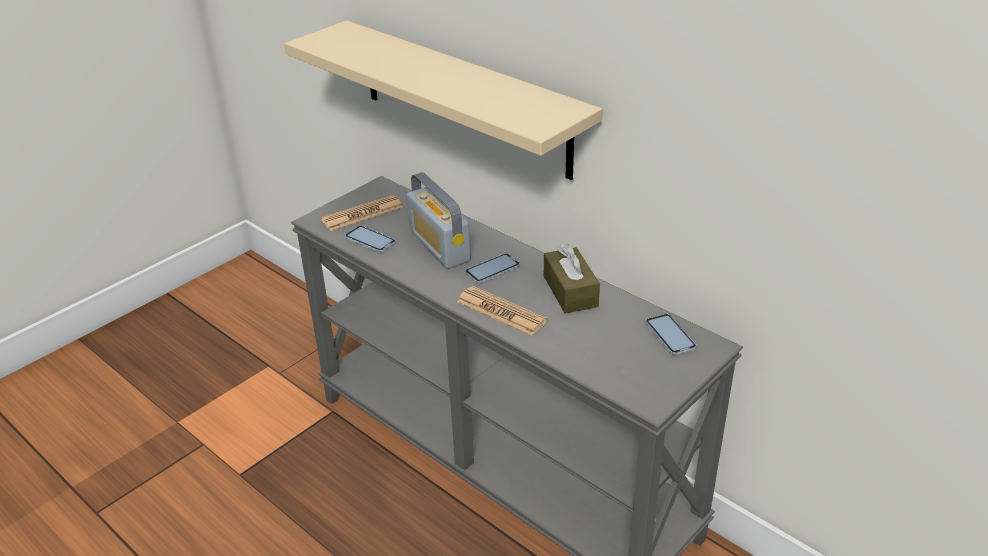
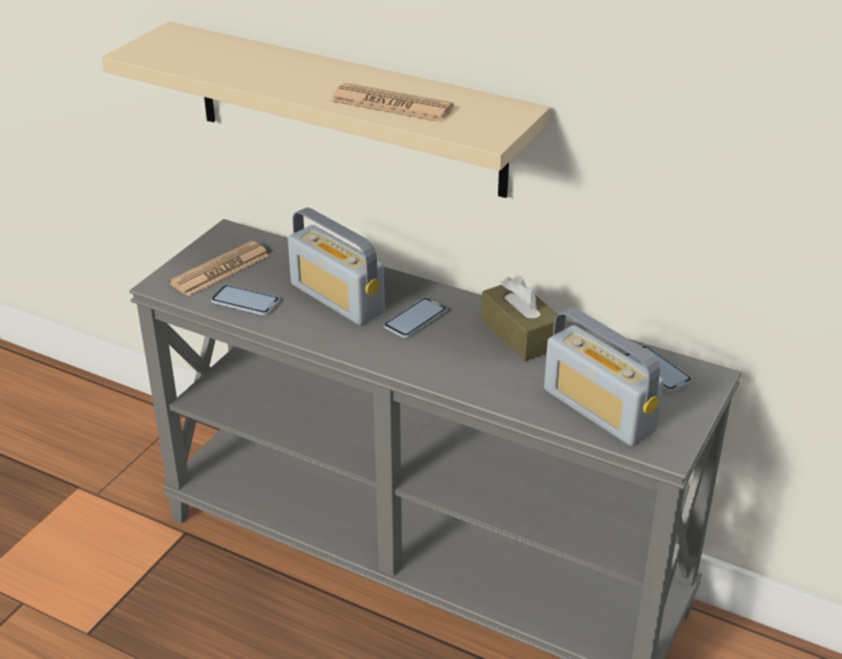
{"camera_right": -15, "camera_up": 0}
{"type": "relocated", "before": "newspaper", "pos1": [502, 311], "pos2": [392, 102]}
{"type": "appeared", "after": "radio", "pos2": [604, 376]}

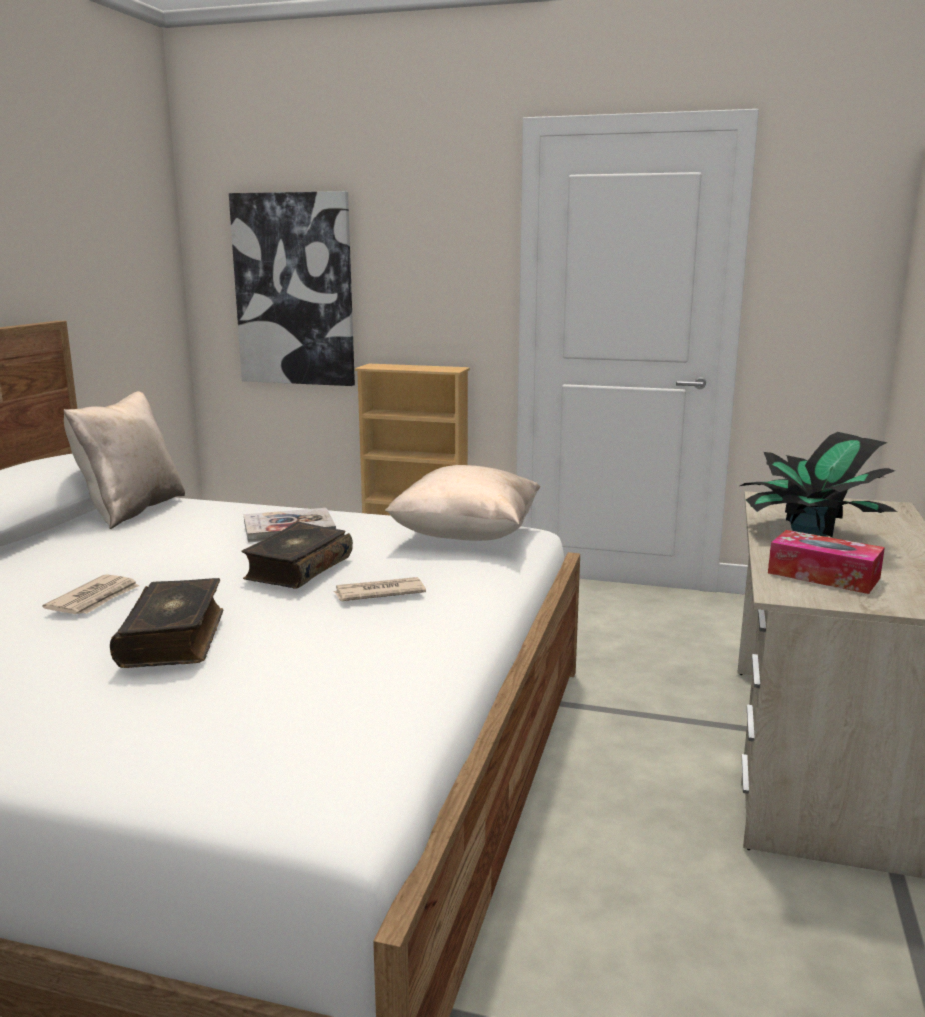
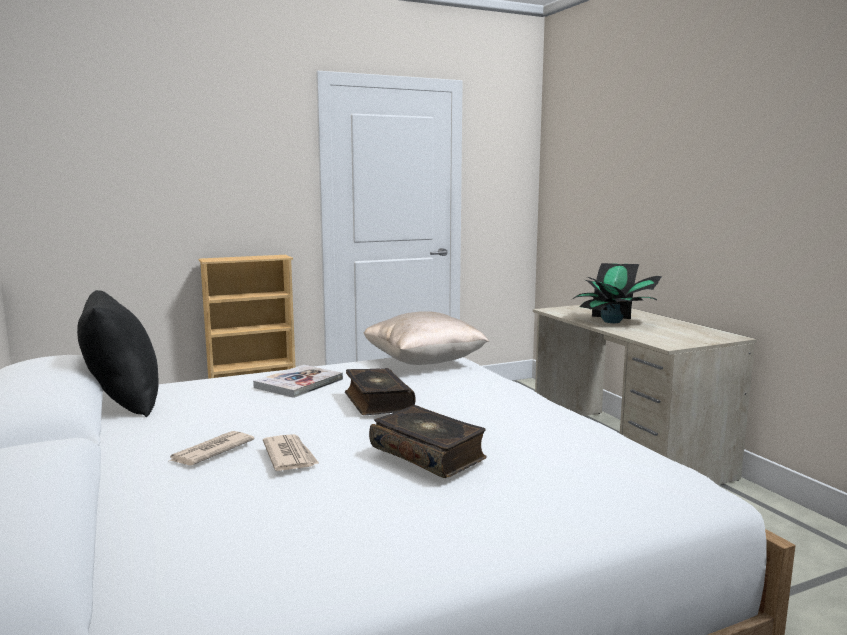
{"camera_right": -40, "camera_up": -5}
{"type": "missing", "before": "picture", "pos1": [292, 288]}
{"type": "colour", "before": "pillow/beige", "after": "pillow/black", "pos1": [124, 460], "pos2": [117, 353]}
{"type": "missing", "before": "tissue box", "pos1": [826, 562]}
{"type": "relocated", "before": "newspaper", "pos1": [379, 589], "pos2": [210, 448]}

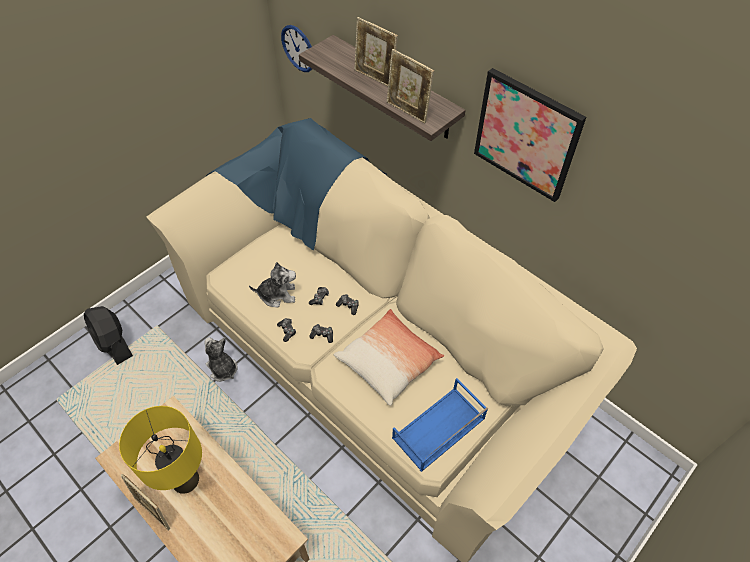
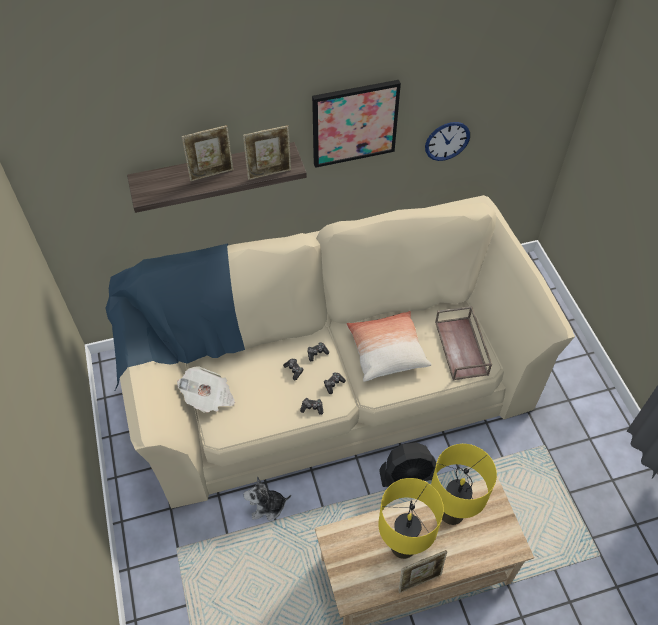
{"camera_right": -60, "camera_up": 0}
{"type": "relocated", "before": "wall clock", "pos1": [296, 48], "pos2": [447, 141]}
{"type": "missing", "before": "plush toy", "pos1": [272, 284]}
{"type": "relocated", "before": "fan/black", "pos1": [108, 335], "pos2": [407, 464]}
{"type": "colour", "before": "tray/blue", "after": "tray/brown", "pos1": [440, 425], "pos2": [463, 343]}
{"type": "appeared", "after": "newspaper", "pos2": [206, 389]}
{"type": "appeared", "after": "table lamp/yellow", "pos2": [464, 484]}

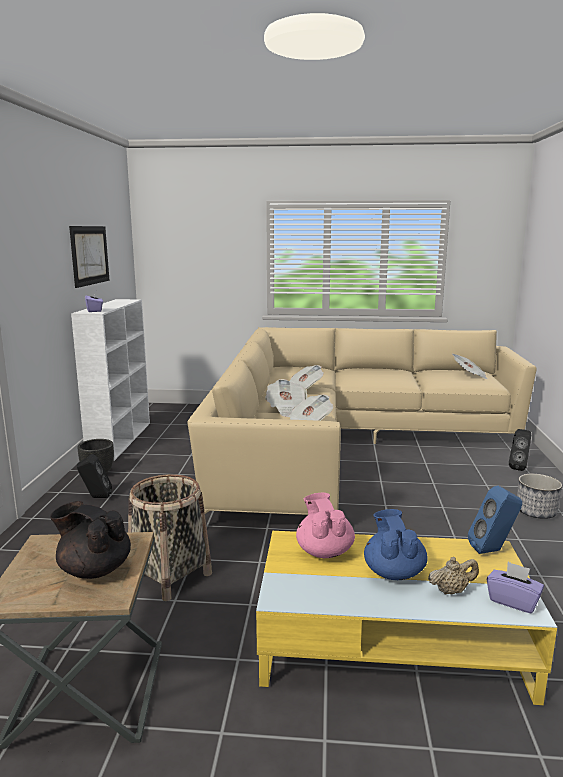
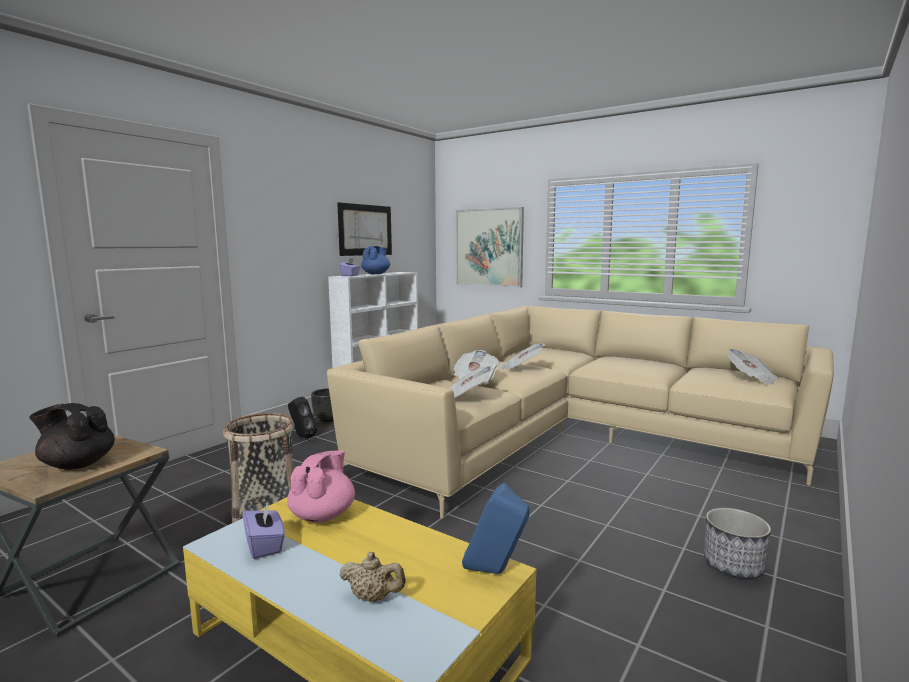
{"camera_right": 30, "camera_up": -5}
{"type": "missing", "before": "speaker/black", "pos1": [520, 450]}
{"type": "spun", "before": "teapot/black", "pos1": [90, 540], "pos2": [72, 436], "turn": -45}
{"type": "relocated", "before": "teapot/blue", "pos1": [396, 544], "pos2": [375, 260]}
{"type": "relocated", "before": "tissue box/purple", "pos1": [515, 587], "pos2": [264, 531]}
{"type": "appeared", "after": "picture", "pos2": [490, 247]}

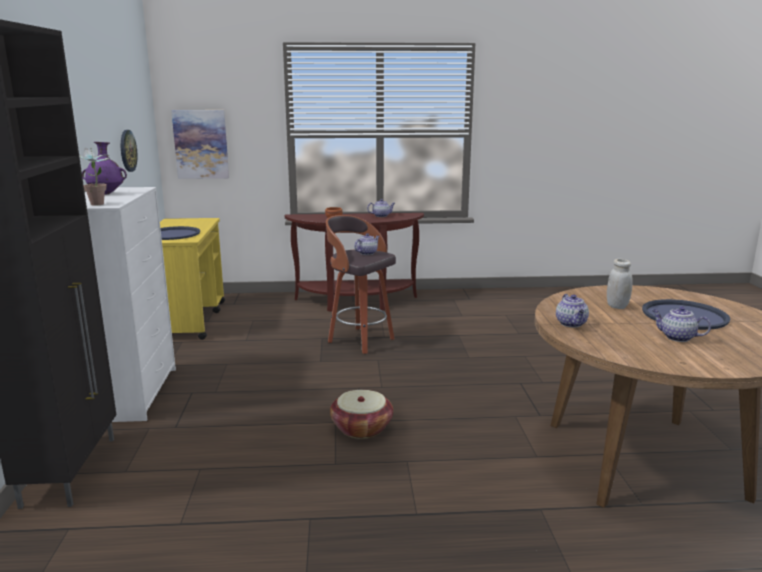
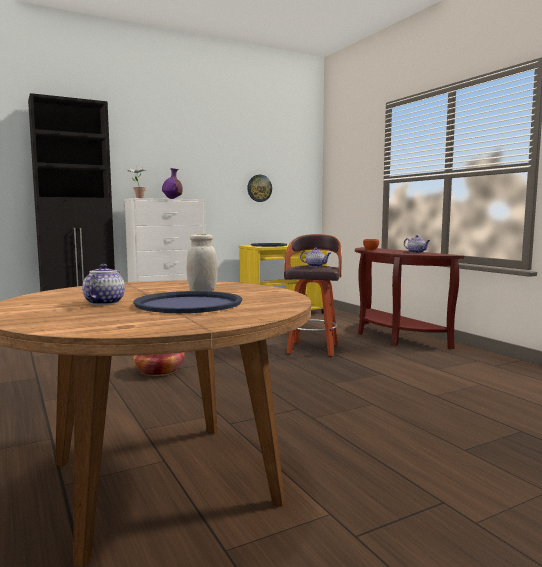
{"camera_right": 65, "camera_up": -10}
{"type": "missing", "before": "picture", "pos1": [200, 144]}
{"type": "missing", "before": "teapot", "pos1": [572, 310]}

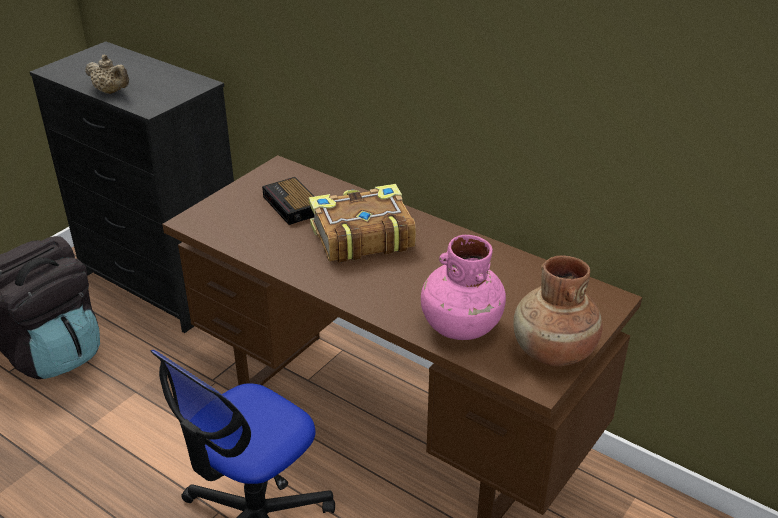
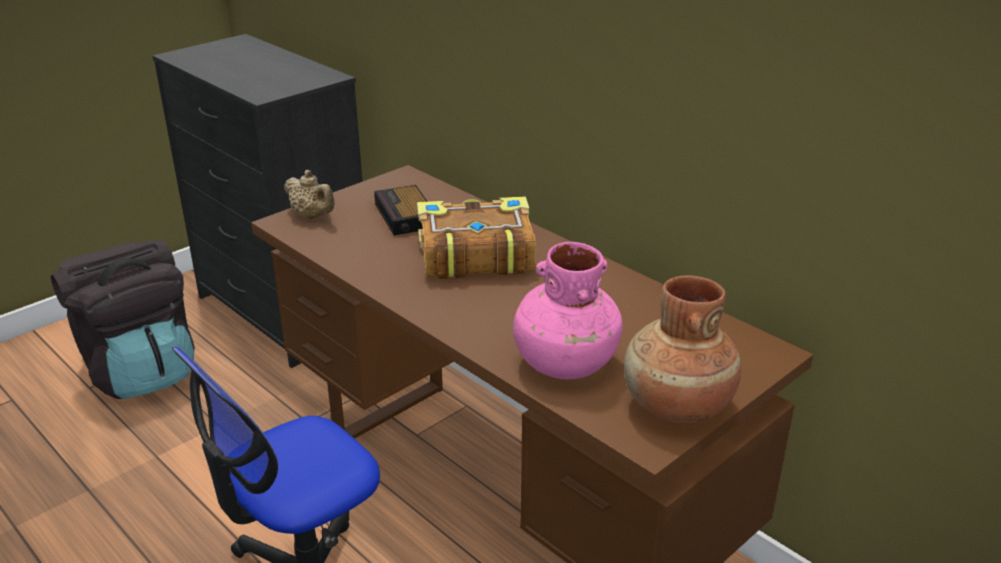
{"camera_right": 10, "camera_up": -5}
{"type": "relocated", "before": "teapot/beige", "pos1": [107, 74], "pos2": [309, 194]}

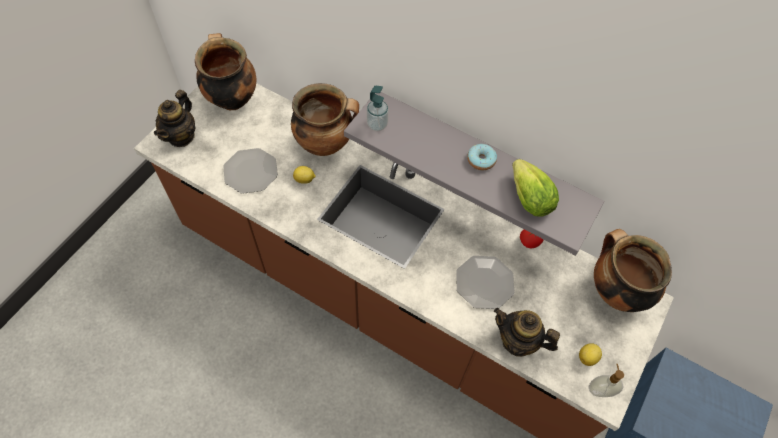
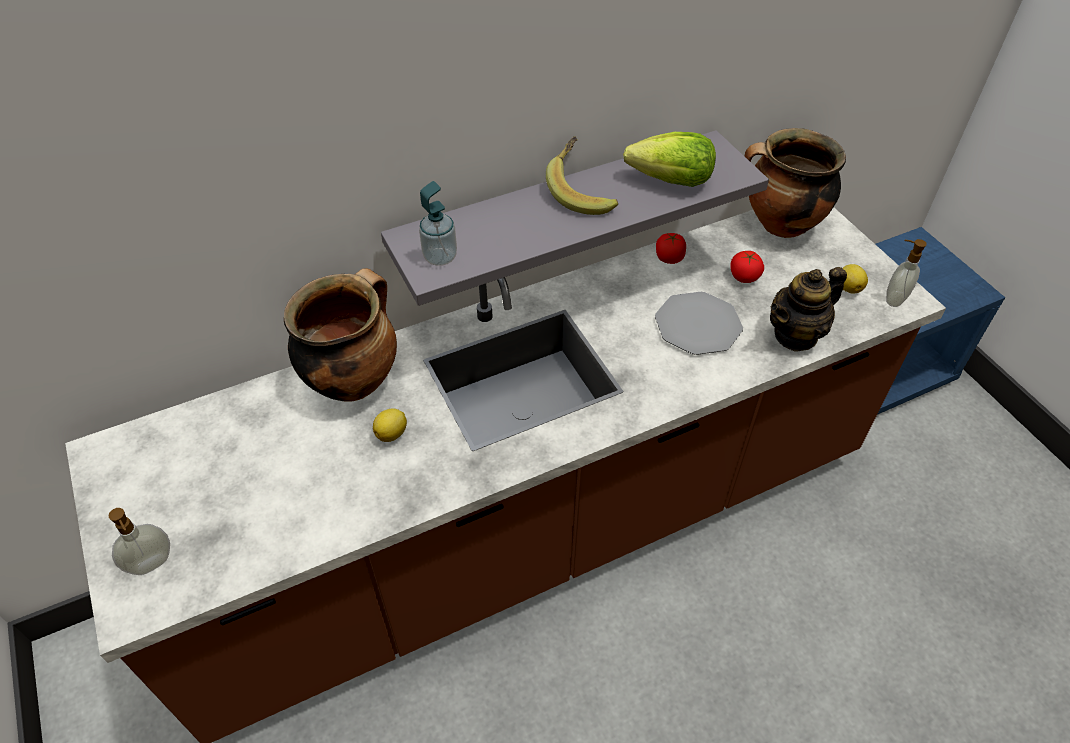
{"camera_right": -55, "camera_up": -10}
{"type": "missing", "before": "cooking pot", "pos1": [226, 71]}
{"type": "exchanged", "before": "teapot", "after": "soap dispenser", "pos1": [175, 118], "pos2": [139, 541]}
{"type": "exchanged", "before": "donut", "after": "banana", "pos1": [482, 157], "pos2": [582, 175]}
{"type": "missing", "before": "plate", "pos1": [250, 171]}
{"type": "appeared", "after": "tomato", "pos2": [747, 267]}

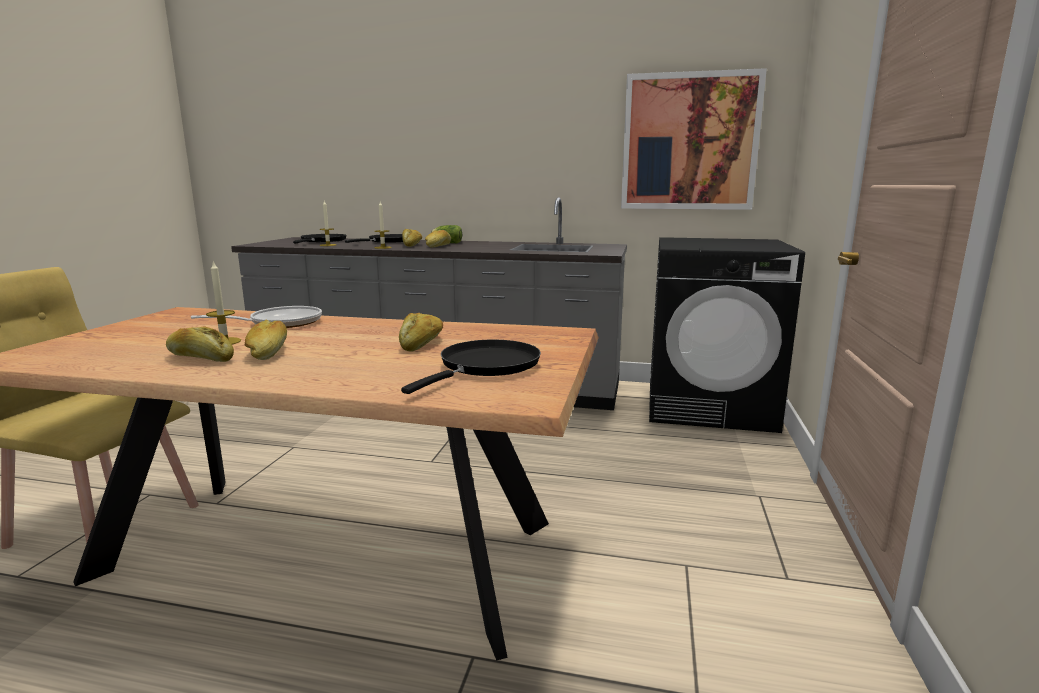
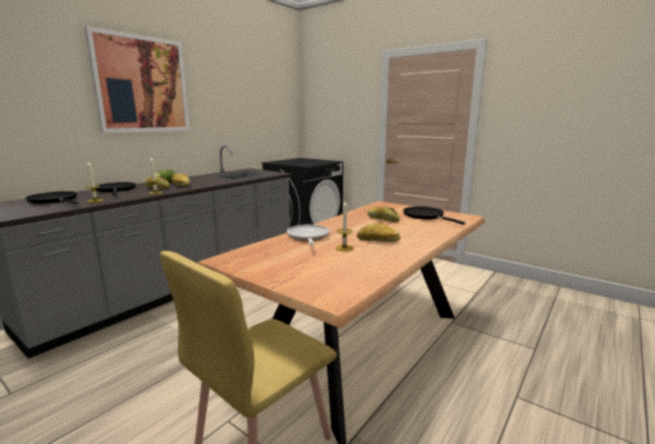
{"camera_right": -65, "camera_up": 0}
{"type": "relocated", "before": "picture", "pos1": [694, 139], "pos2": [137, 79]}
{"type": "missing", "before": "bread", "pos1": [200, 344]}

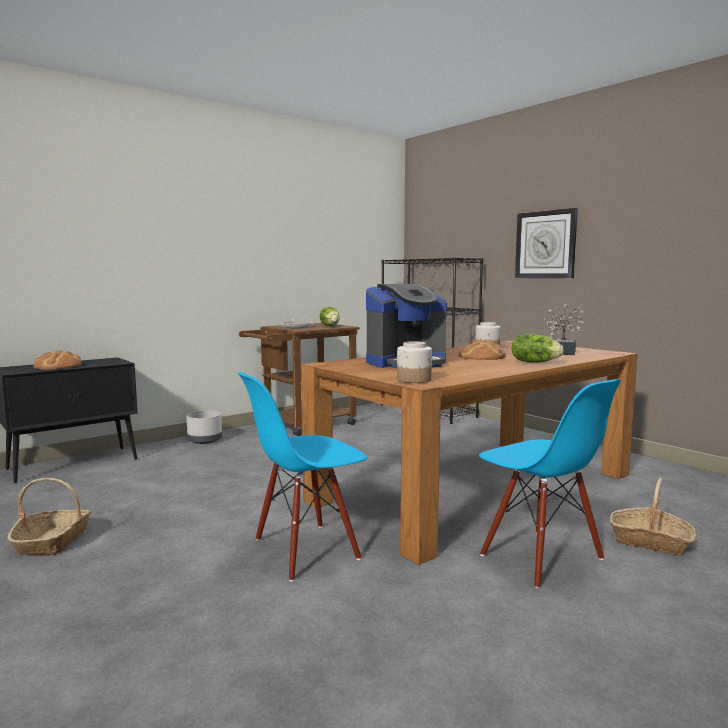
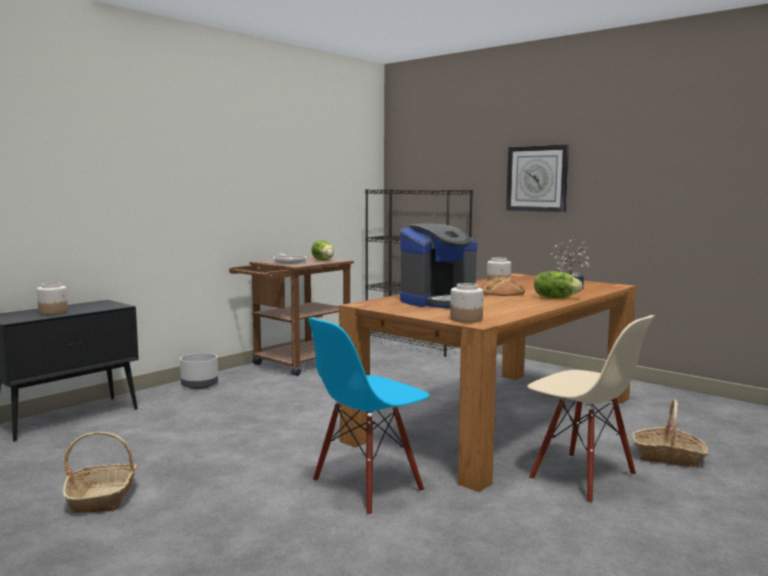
{"camera_right": -10, "camera_up": 0}
{"type": "exchanged", "before": "bread", "after": "jar", "pos1": [57, 360], "pos2": [52, 298]}
{"type": "colour", "before": "chair/blue", "after": "chair/beige", "pos1": [550, 484], "pos2": [591, 409]}

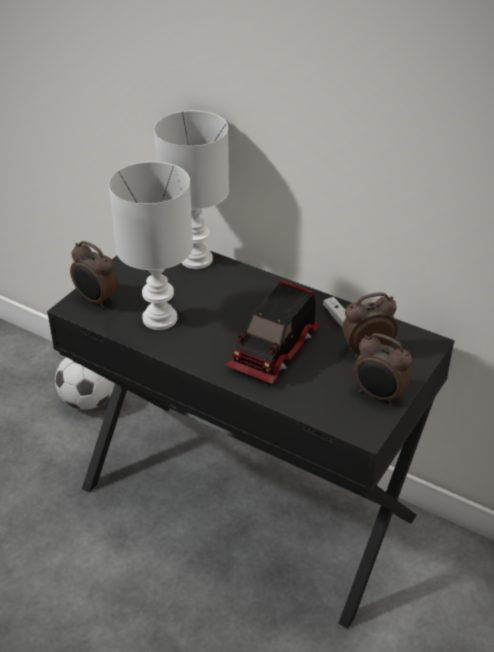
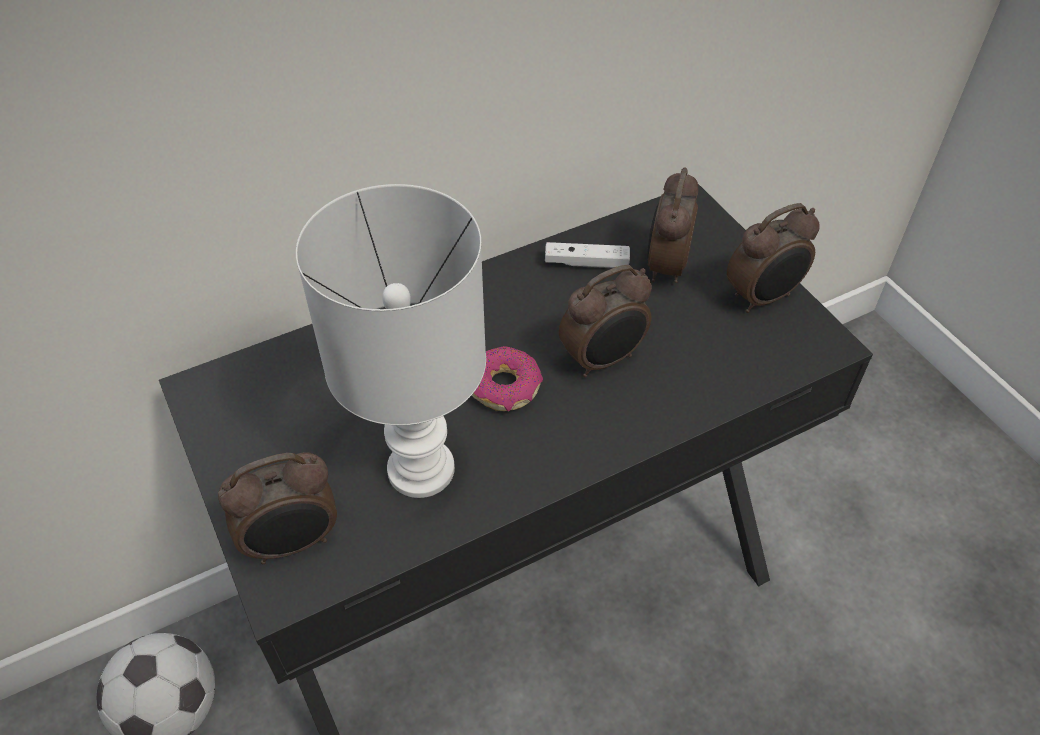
{"camera_right": -60, "camera_up": 10}
{"type": "missing", "before": "table lamp/white", "pos1": [191, 190]}
{"type": "exchanged", "before": "toy truck", "after": "alarm clock", "pos1": [273, 332], "pos2": [605, 321]}
{"type": "appeared", "after": "donut", "pos2": [507, 378]}

